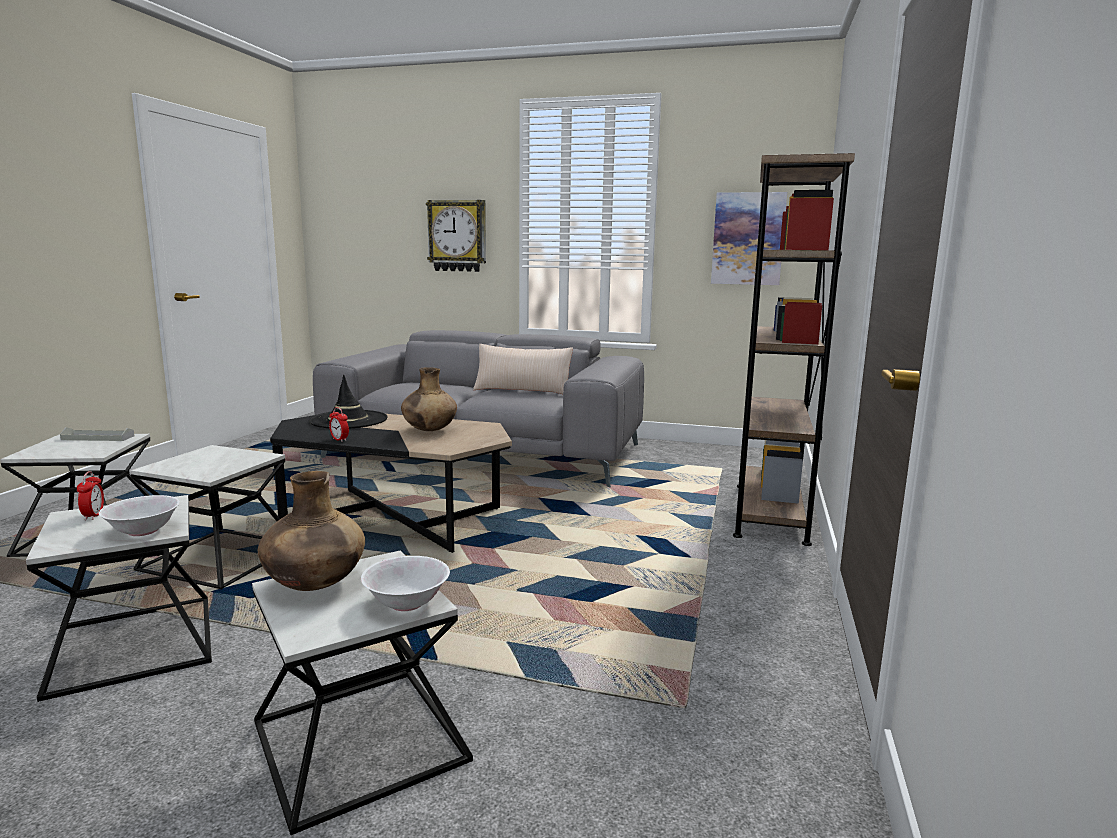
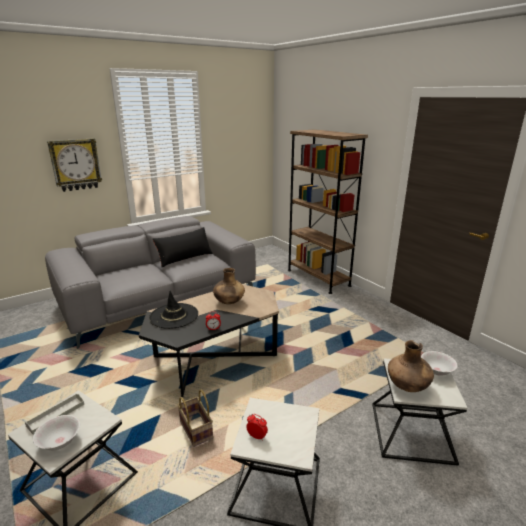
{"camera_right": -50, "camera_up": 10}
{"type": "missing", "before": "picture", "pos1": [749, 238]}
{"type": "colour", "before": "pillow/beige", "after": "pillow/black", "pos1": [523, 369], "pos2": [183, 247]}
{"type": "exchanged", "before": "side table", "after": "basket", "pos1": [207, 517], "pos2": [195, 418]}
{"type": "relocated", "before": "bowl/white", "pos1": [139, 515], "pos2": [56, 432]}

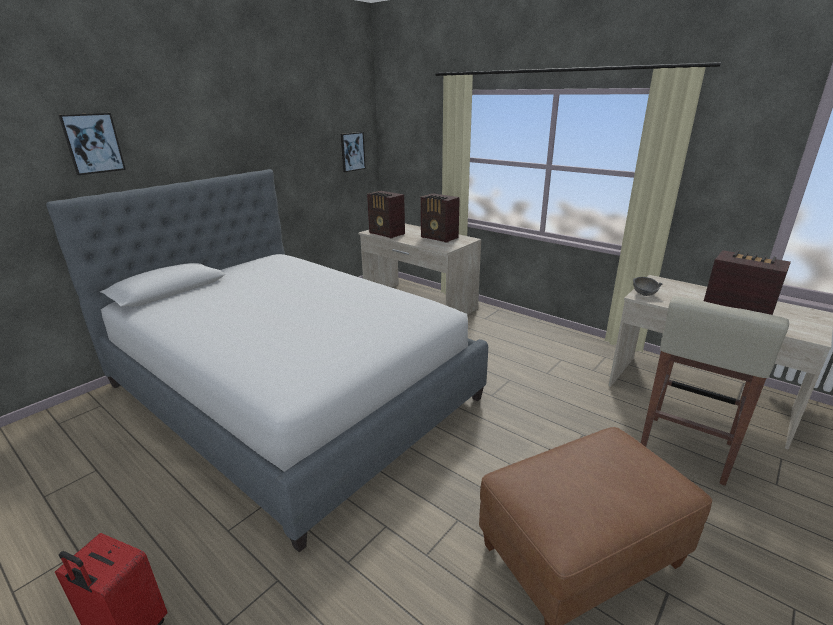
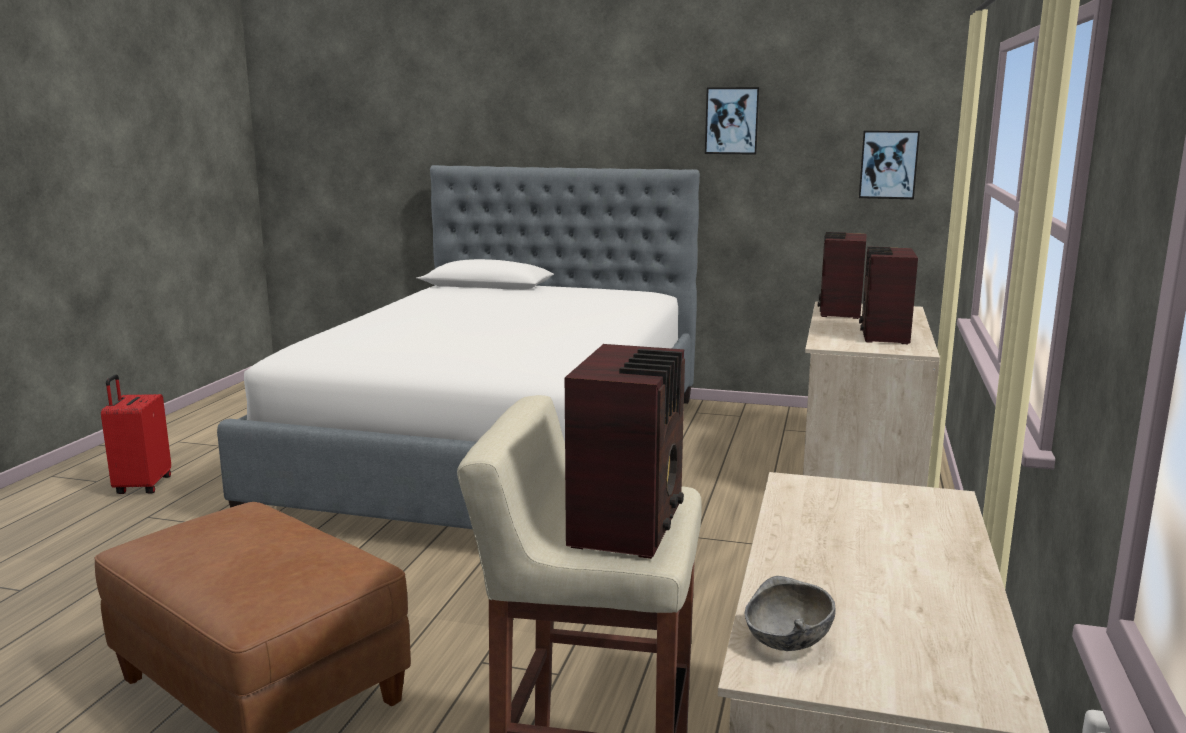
{"camera_right": 65, "camera_up": -10}
{"type": "relocated", "before": "picture", "pos1": [92, 144], "pos2": [732, 121]}
{"type": "relocated", "before": "bowl/grey", "pos1": [648, 286], "pos2": [790, 613]}

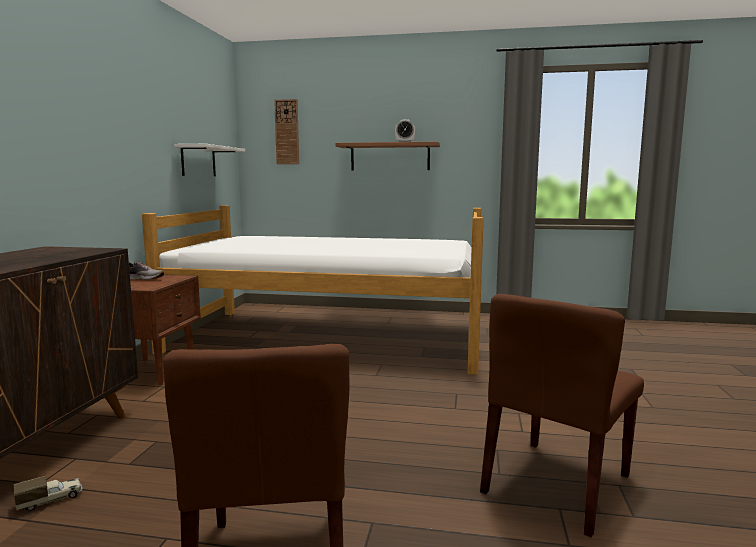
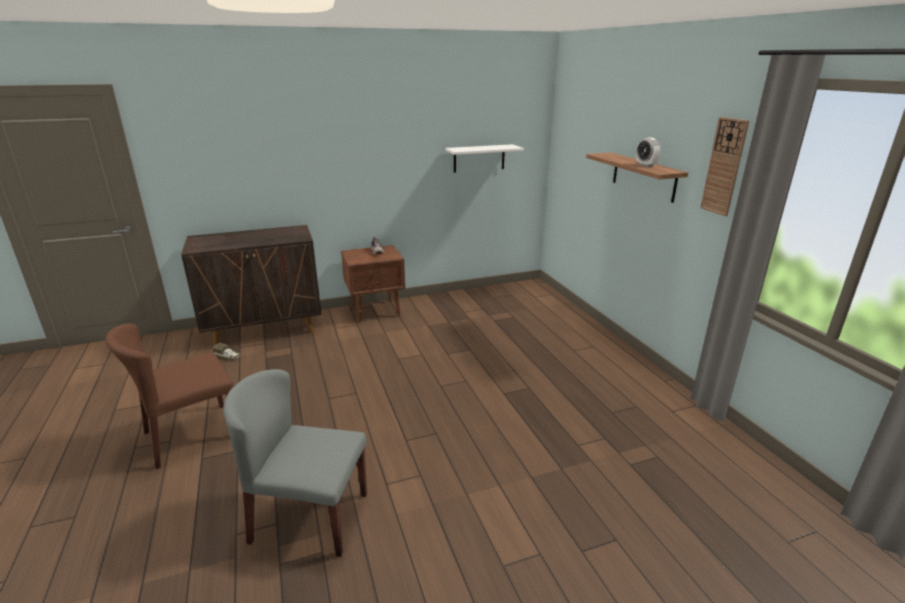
{"camera_right": 60, "camera_up": 15}
{"type": "relocated", "before": "wall clock", "pos1": [286, 131], "pos2": [724, 166]}
{"type": "missing", "before": "bed", "pos1": [313, 290]}
{"type": "colour", "before": "chair/brown", "after": "chair/grey", "pos1": [562, 415], "pos2": [295, 463]}

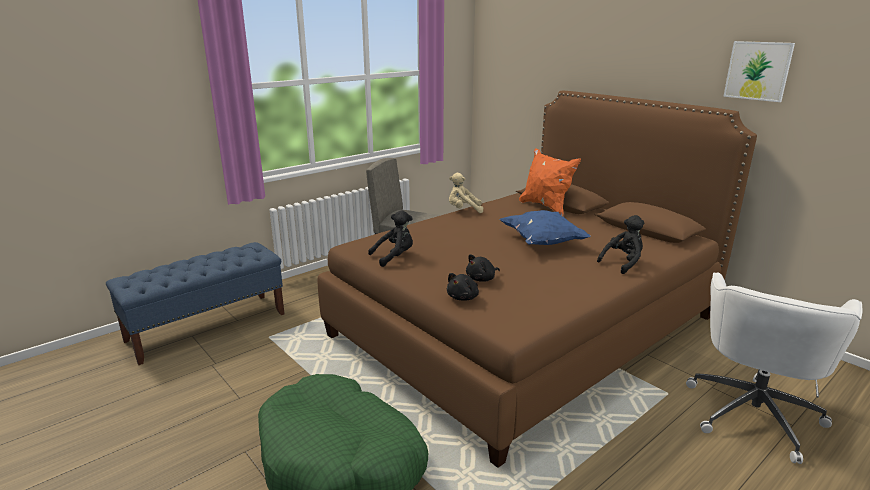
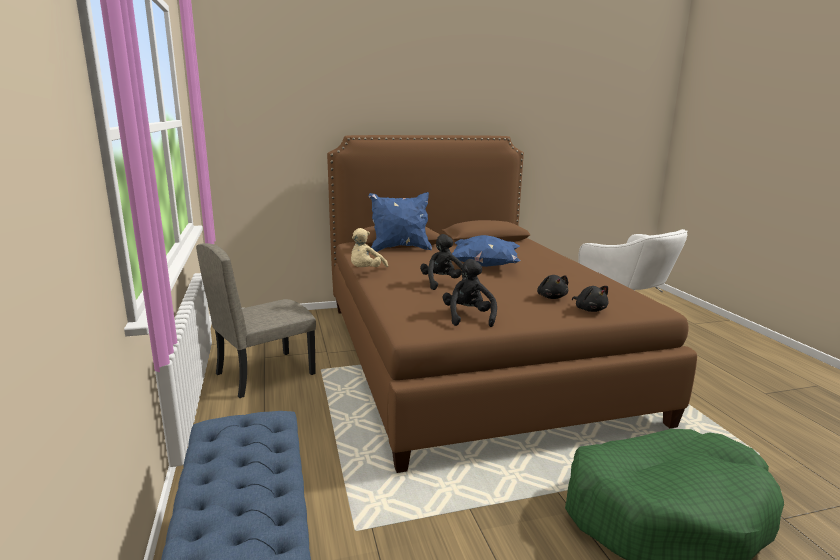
{"camera_right": -65, "camera_up": -5}
{"type": "missing", "before": "picture", "pos1": [759, 71]}
{"type": "colour", "before": "pillow/orange", "after": "pillow/blue", "pos1": [550, 182], "pos2": [400, 222]}
{"type": "relocated", "before": "plush toy/black", "pos1": [621, 244], "pos2": [443, 262]}

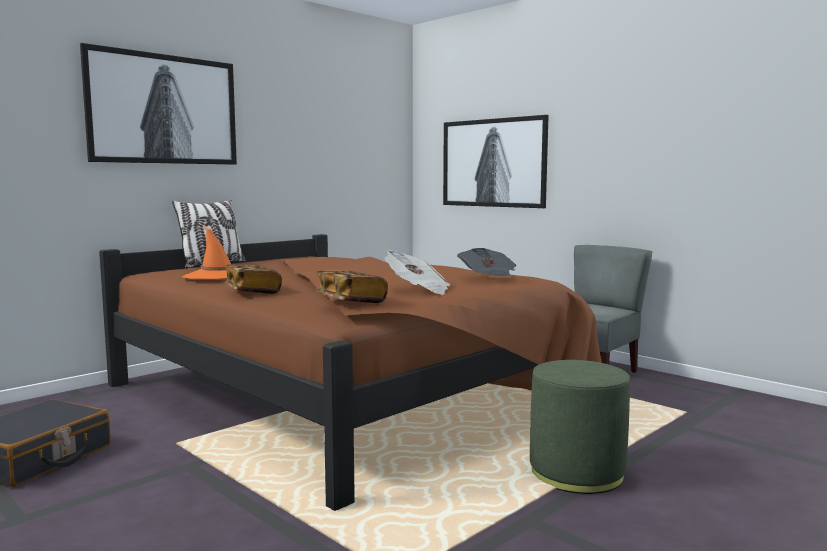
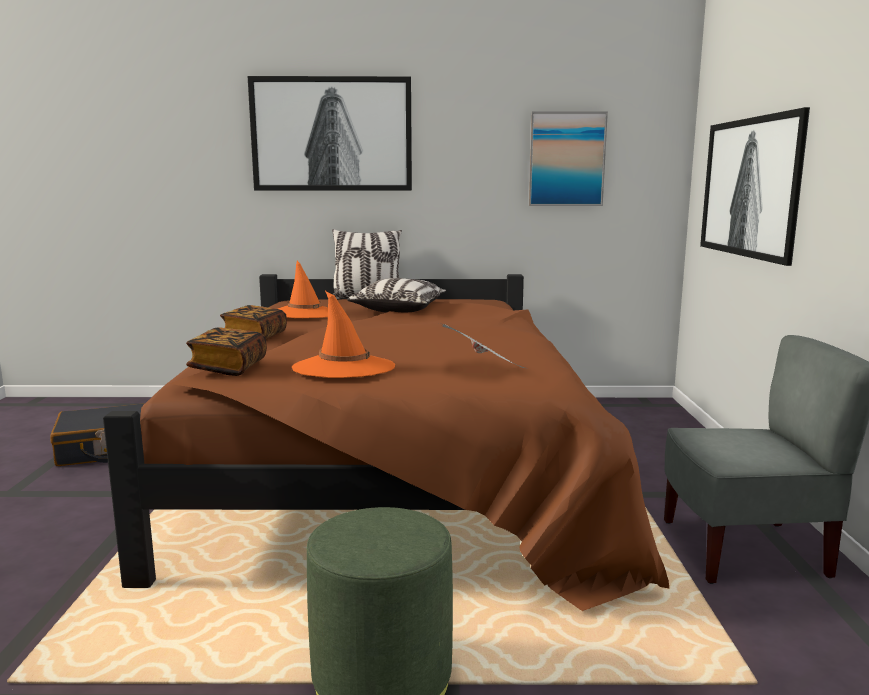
{"camera_right": 45, "camera_up": 5}
{"type": "exchanged", "before": "newspaper", "after": "hat/orange", "pos1": [417, 272], "pos2": [343, 334]}
{"type": "appeared", "after": "picture", "pos2": [568, 158]}
{"type": "appeared", "after": "pillow", "pos2": [396, 295]}

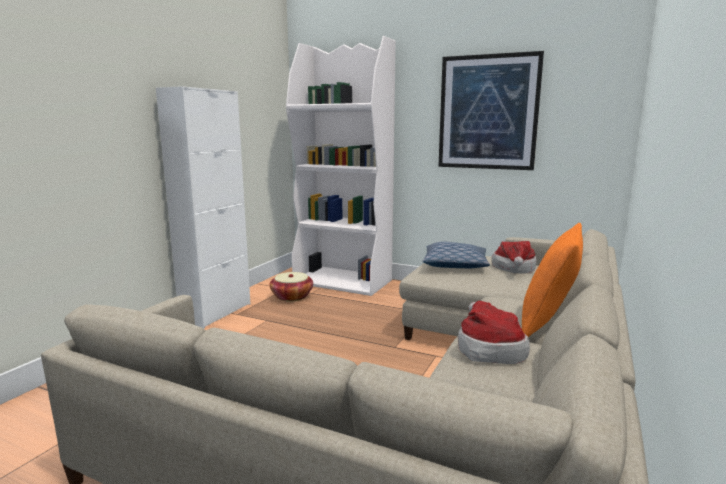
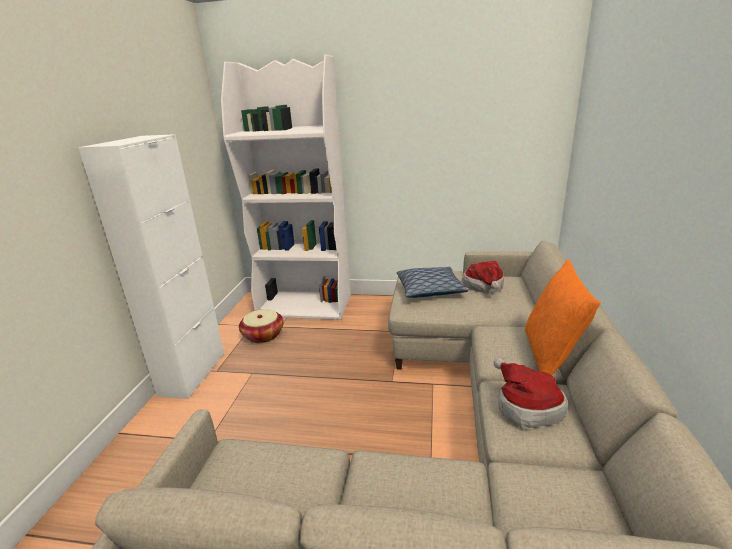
{"camera_right": -15, "camera_up": 10}
{"type": "missing", "before": "picture", "pos1": [491, 110]}

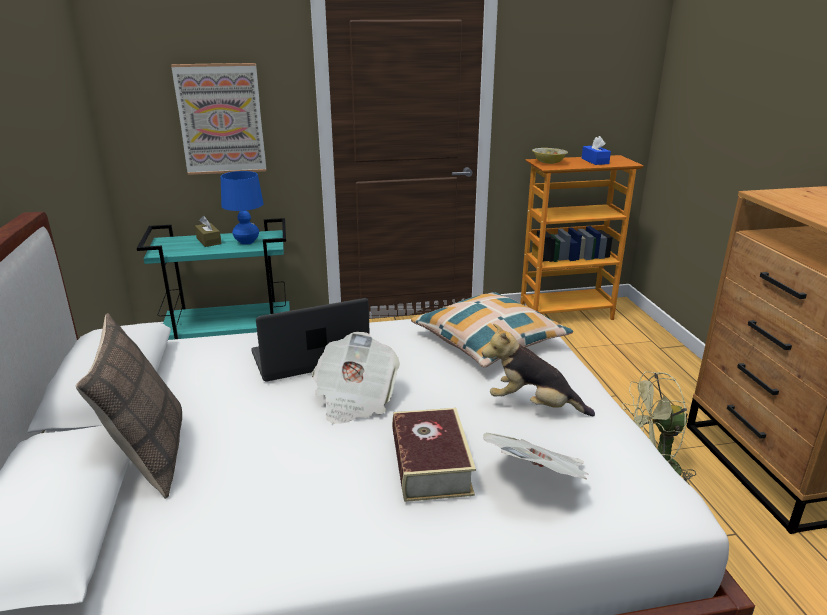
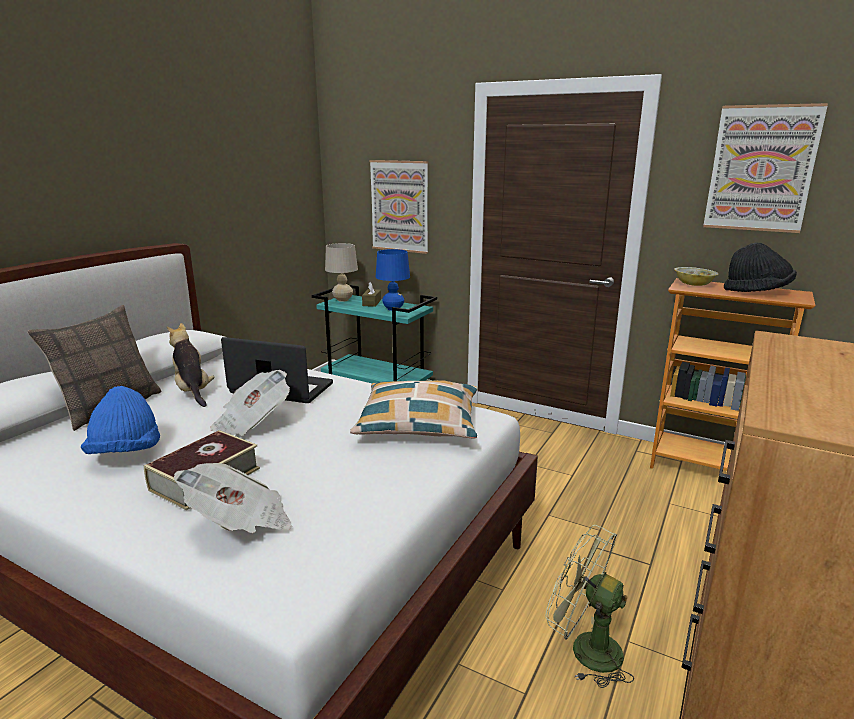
{"camera_right": 40, "camera_up": -5}
{"type": "exchanged", "before": "tissue box/blue", "after": "hat/black", "pos1": [596, 150], "pos2": [760, 267]}
{"type": "relocated", "before": "plush toy", "pos1": [538, 369], "pos2": [191, 365]}
{"type": "appeared", "after": "picture", "pos2": [765, 168]}
{"type": "appeared", "after": "table lamp/beige", "pos2": [341, 272]}
{"type": "appeared", "after": "hat/blue", "pos2": [120, 420]}

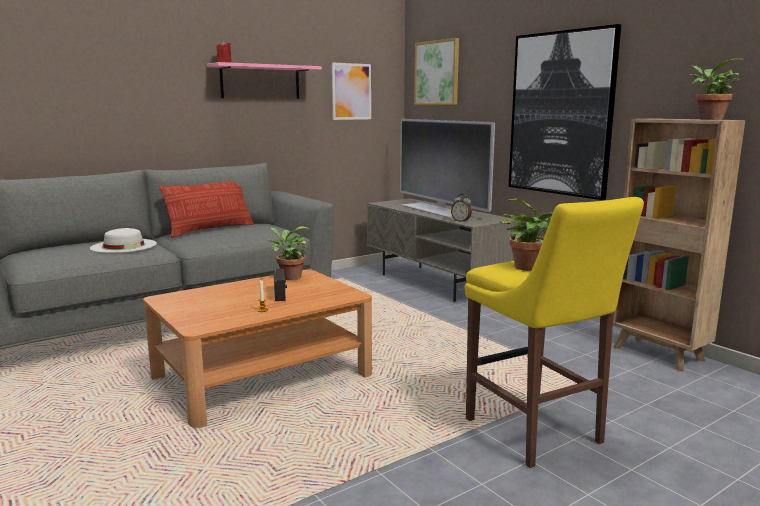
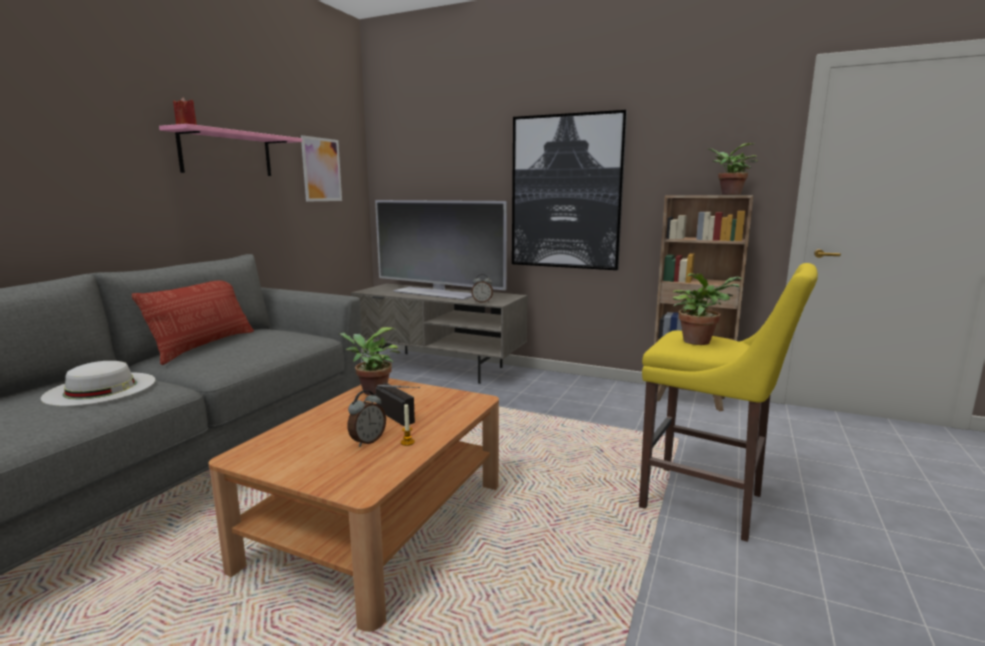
{"camera_right": -30, "camera_up": 0}
{"type": "missing", "before": "picture", "pos1": [436, 71]}
{"type": "appeared", "after": "alarm clock", "pos2": [367, 418]}

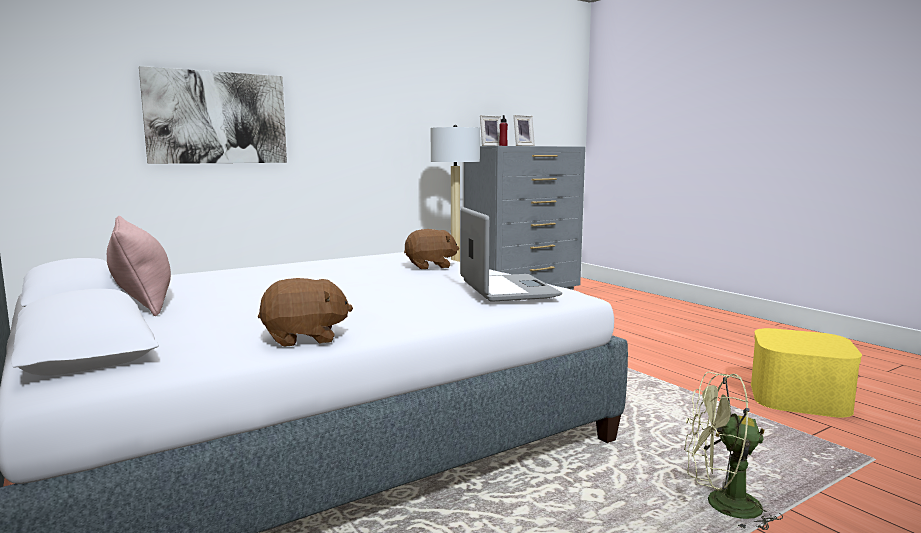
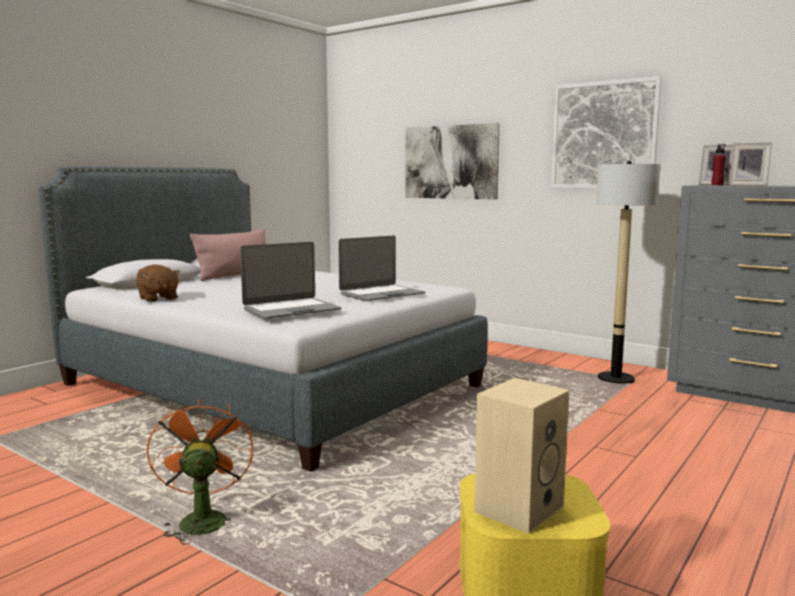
{"camera_right": 70, "camera_up": 0}
{"type": "exchanged", "before": "plush toy/brown", "after": "laptop", "pos1": [431, 249], "pos2": [382, 268]}
{"type": "colour", "before": "fan/green", "after": "fan/orange", "pos1": [733, 451], "pos2": [200, 471]}
{"type": "appeared", "after": "picture", "pos2": [606, 132]}
{"type": "appeared", "after": "speaker/beige", "pos2": [521, 456]}

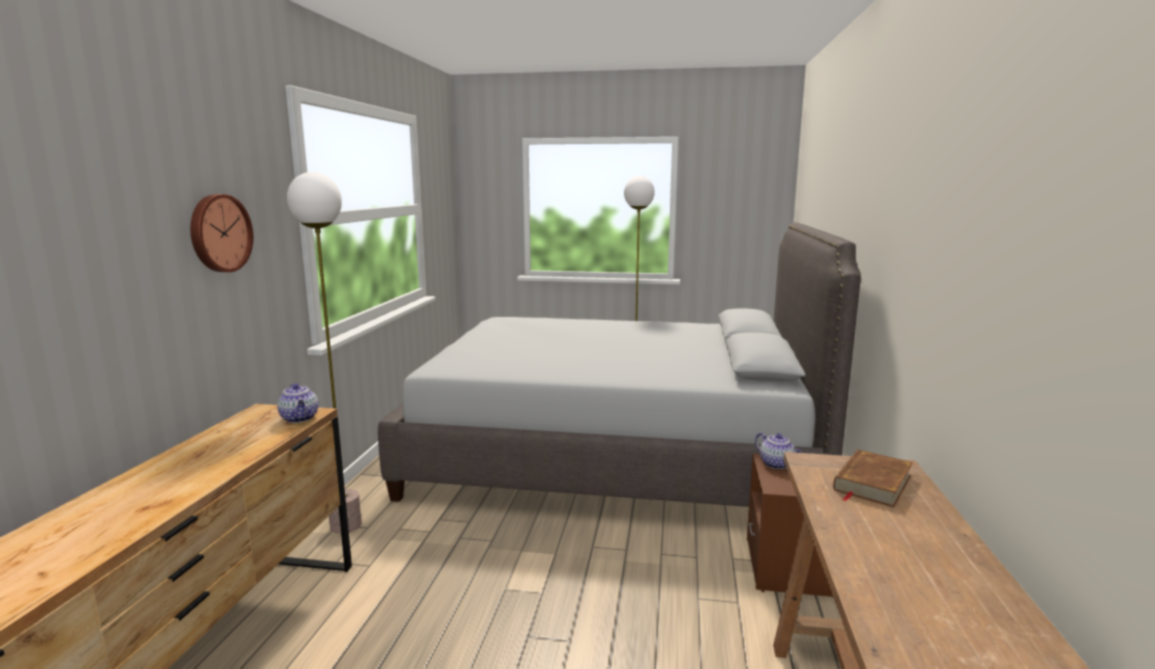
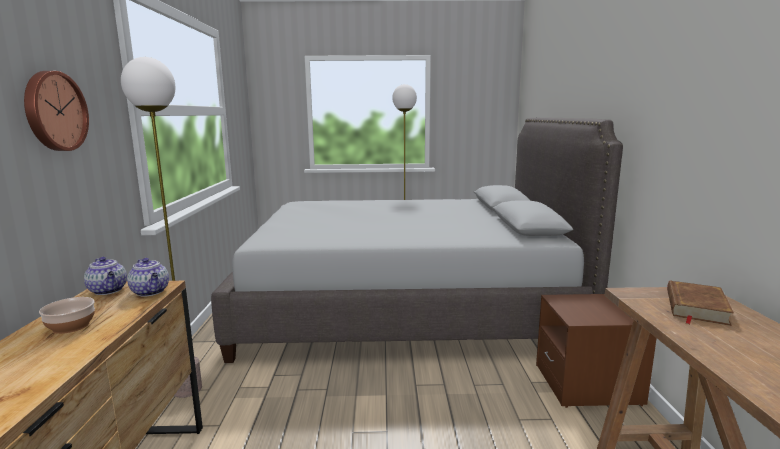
{"camera_right": -10, "camera_up": 0}
{"type": "relocated", "before": "teapot", "pos1": [778, 451], "pos2": [105, 276]}
{"type": "appeared", "after": "bowl", "pos2": [67, 315]}

